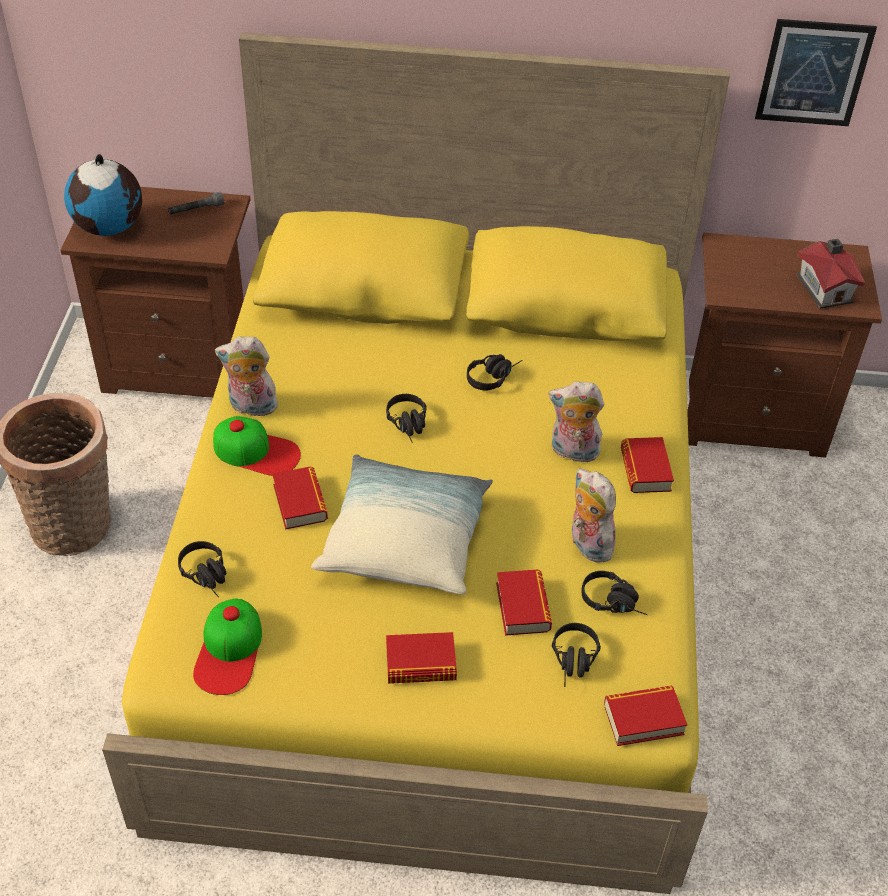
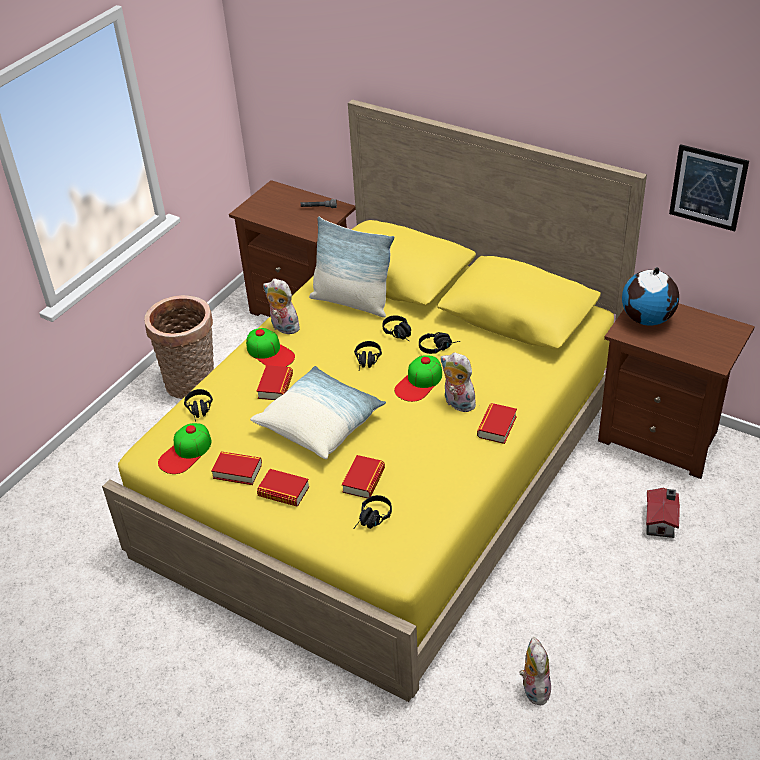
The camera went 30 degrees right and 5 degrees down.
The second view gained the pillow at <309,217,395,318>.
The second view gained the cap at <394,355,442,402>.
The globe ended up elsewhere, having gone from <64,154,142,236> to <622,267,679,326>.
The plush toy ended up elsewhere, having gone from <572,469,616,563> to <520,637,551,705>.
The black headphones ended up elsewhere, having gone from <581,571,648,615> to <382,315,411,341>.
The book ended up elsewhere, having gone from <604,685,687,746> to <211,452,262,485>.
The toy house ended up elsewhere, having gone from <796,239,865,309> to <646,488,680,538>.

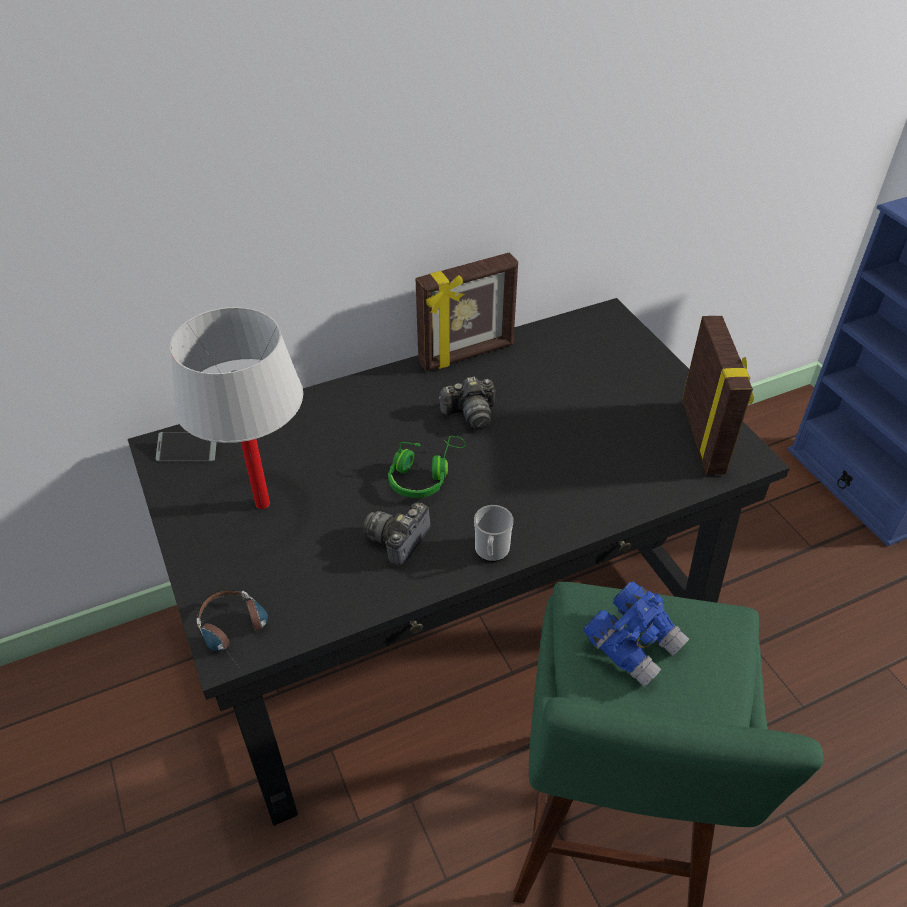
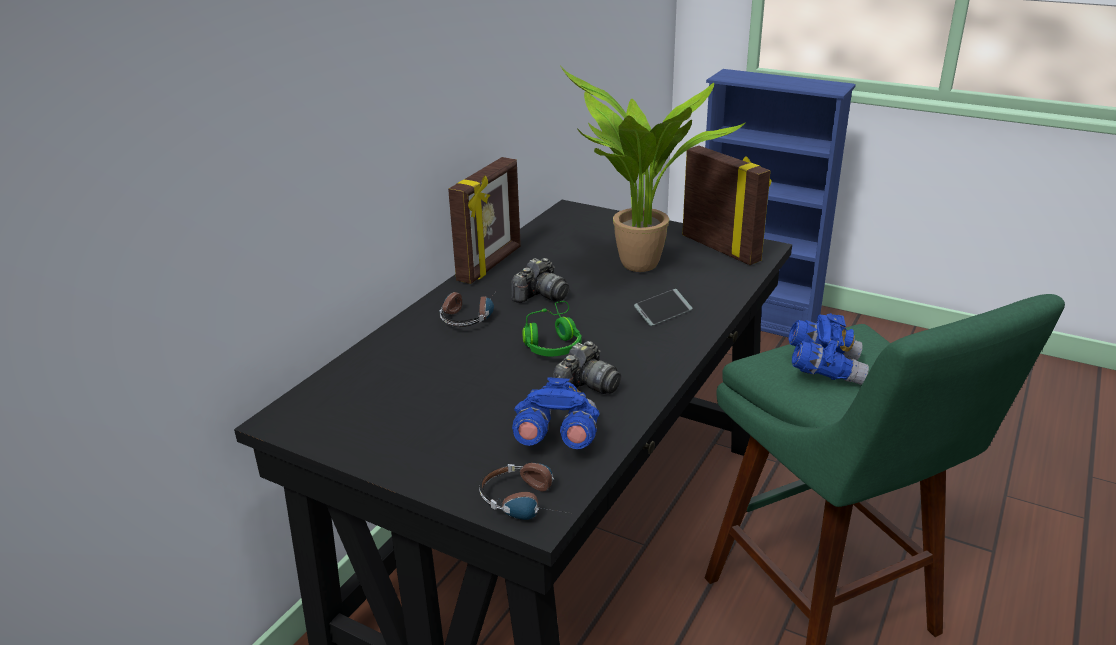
The camera went 35 degrees left and 15 degrees down.
The second view lost the white table lamp at <170,307,303,509>.
The second view lost the mug at <474,505,513,562>.
The second view gained the headphones at <440,292,494,327>.
The second view gained the blue binoculars at <512,377,599,449>.
The second view gained the potted plant at <560,65,746,272>.
The phone ended up elsewhere, having gone from <156,432,217,461> to <634,289,693,326>.
The photo camera at <363,502,430,567> ended up facing another way, 135 degrees counterclockwise from before.

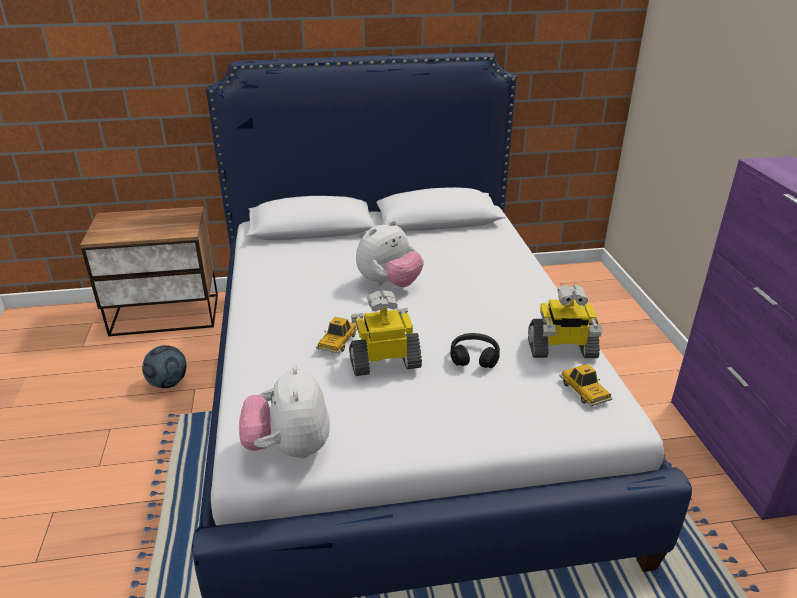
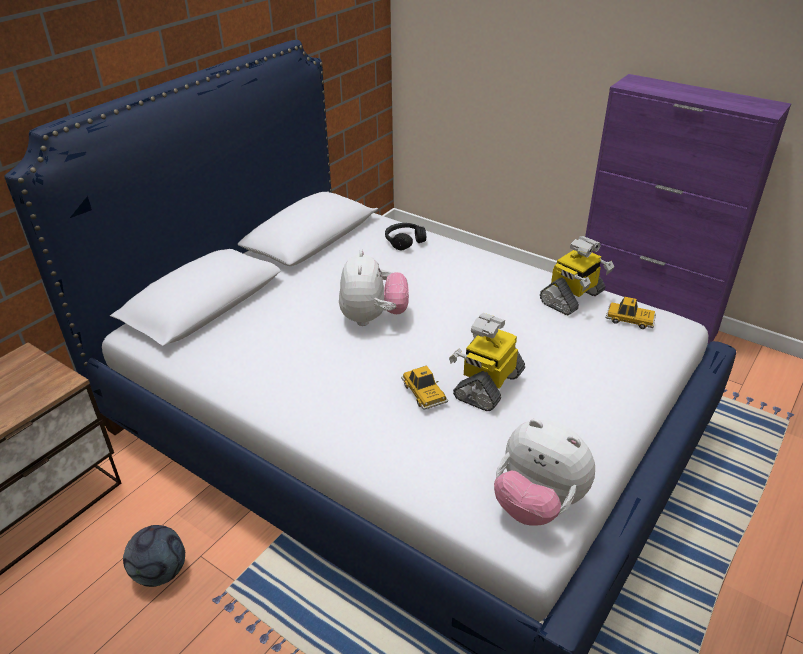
The camera went 45 degrees left and 5 degrees up.
The black headphones ended up elsewhere, having gone from <450,333,500,368> to <385,223,426,250>.

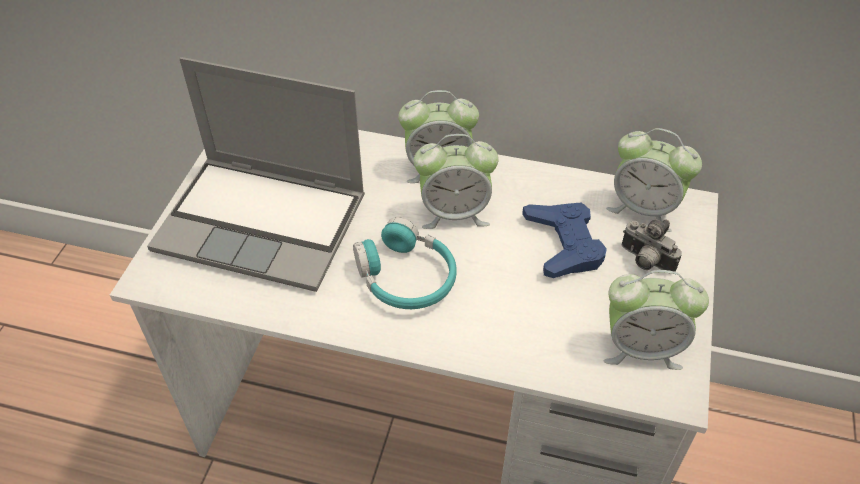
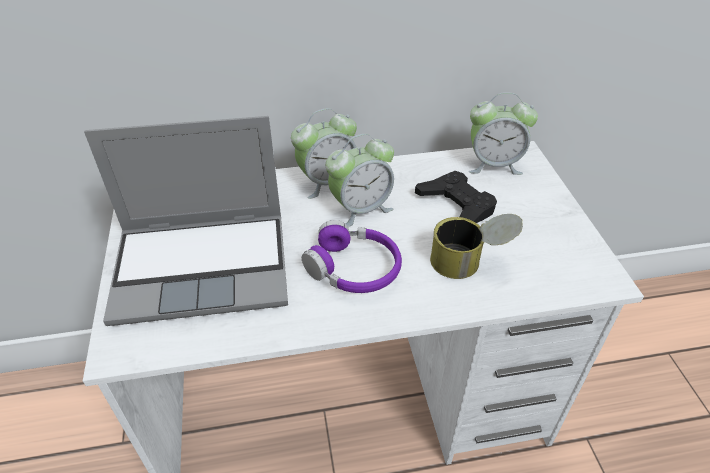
The camera went 25 degrees left and 5 degrees down.
The second view lost the alarm clock at <604,270,709,370>.
The second view lost the photo camera at <622,219,682,274>.
The second view gained the can at <430,214,523,279>.
What was the turquoise headphones at <353,217,456,309> turned into the purple headphones at <302,220,402,293>.
What was the blue game controller at <522,203,607,278> turned into the black game controller at <415,171,497,223>.

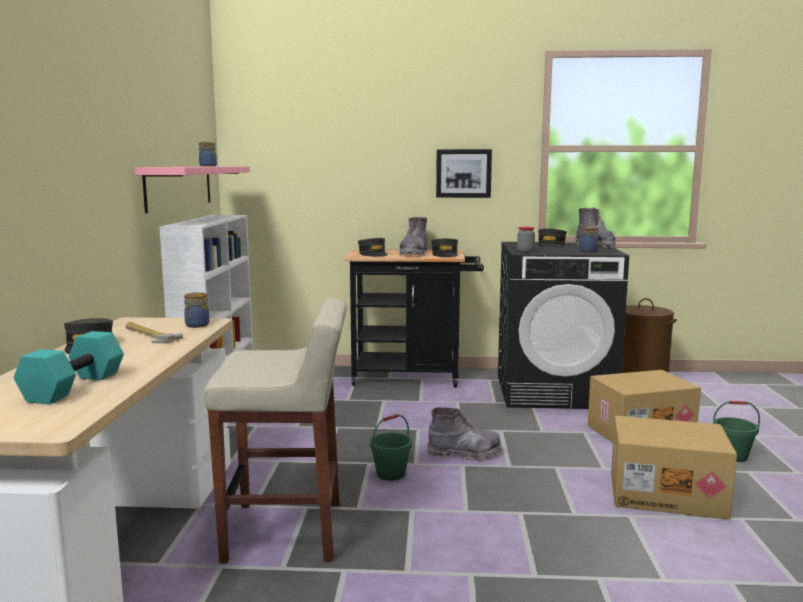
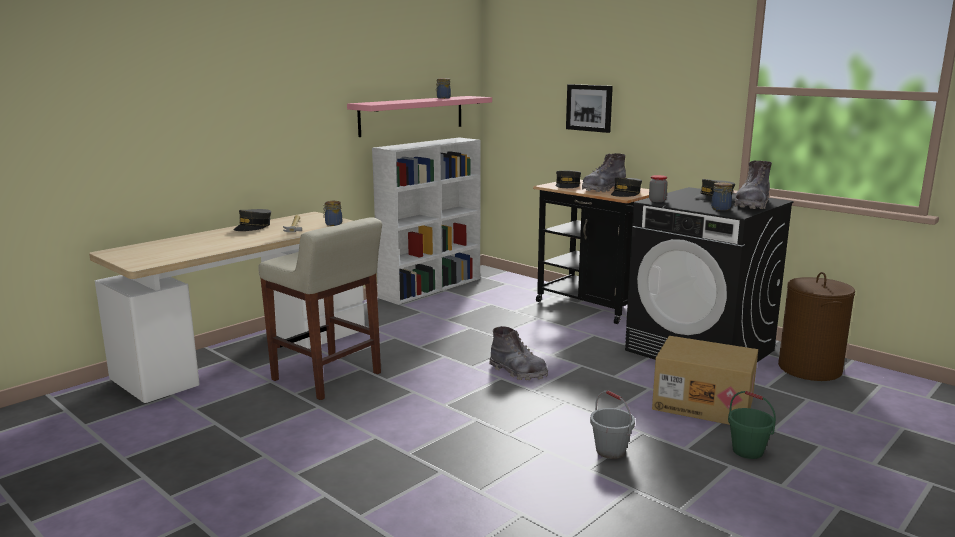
The camera went 40 degrees right and 5 degrees up.
The second view lost the turquoise dumbbell at <14,331,124,404>.
The second view lost the green bucket at <370,414,412,481>.
The picture ended up elsewhere, having gone from <436,149,492,198> to <566,84,613,133>.
Where the cardboard box stood at <611,416,737,520>, the grey bucket came to stand at <590,390,635,459>.

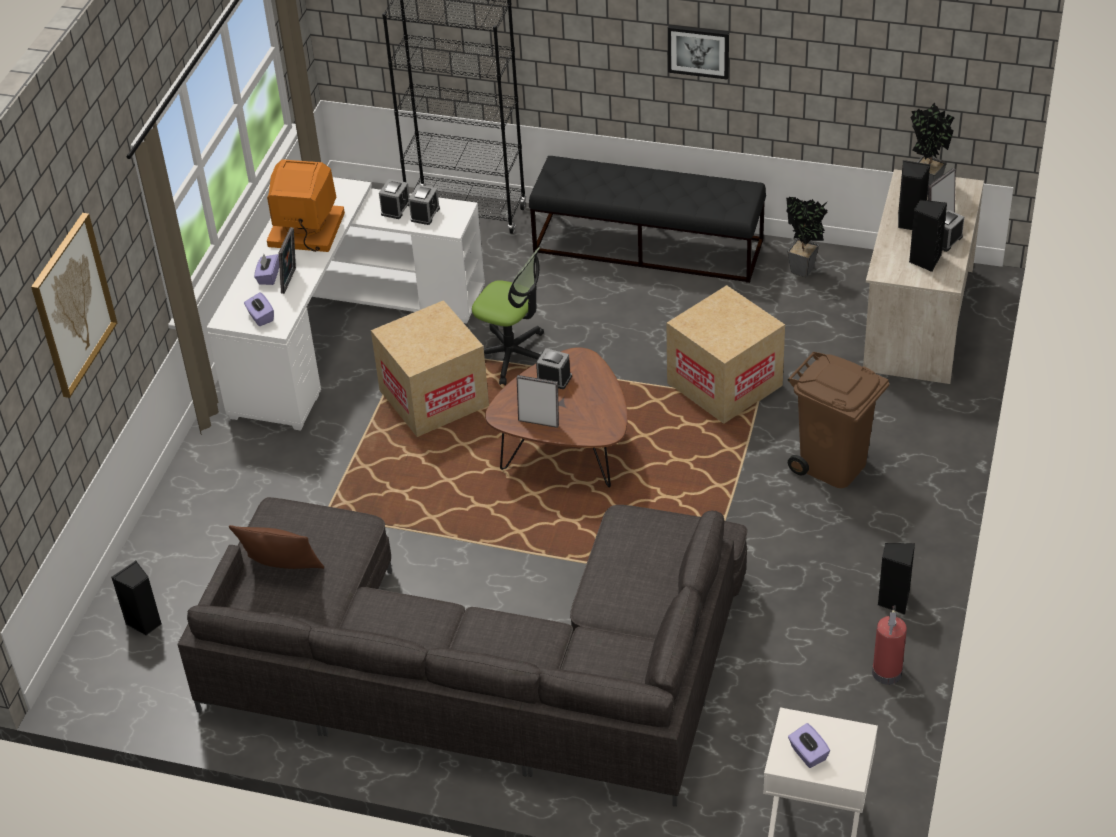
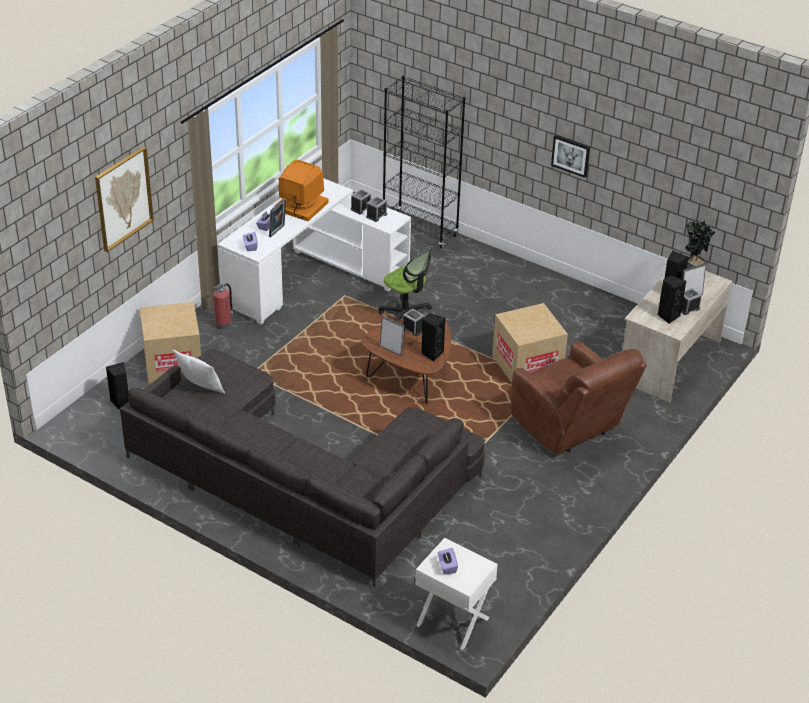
The camera went 15 degrees right and 5 degrees down.
The second view lost the black bench at <529,156,766,283>.
The second view lost the potted plant at <786,197,828,277>.
The cardboard box ended up elsewhere, having gone from <371,300,489,437> to <140,302,201,383>.
The fire extinguisher ended up elsewhere, having gone from <872,605,907,685> to <213,284,234,330>.
The black speaker ended up elsewhere, having gone from <878,543,915,614> to <421,313,445,362>.
Where the brown trash can stood at <788,352,889,488>, the brown armchair came to stand at <511,342,647,454>.
What was the brown pillow at <229,525,324,569> turned into the white pillow at <173,350,225,394>.

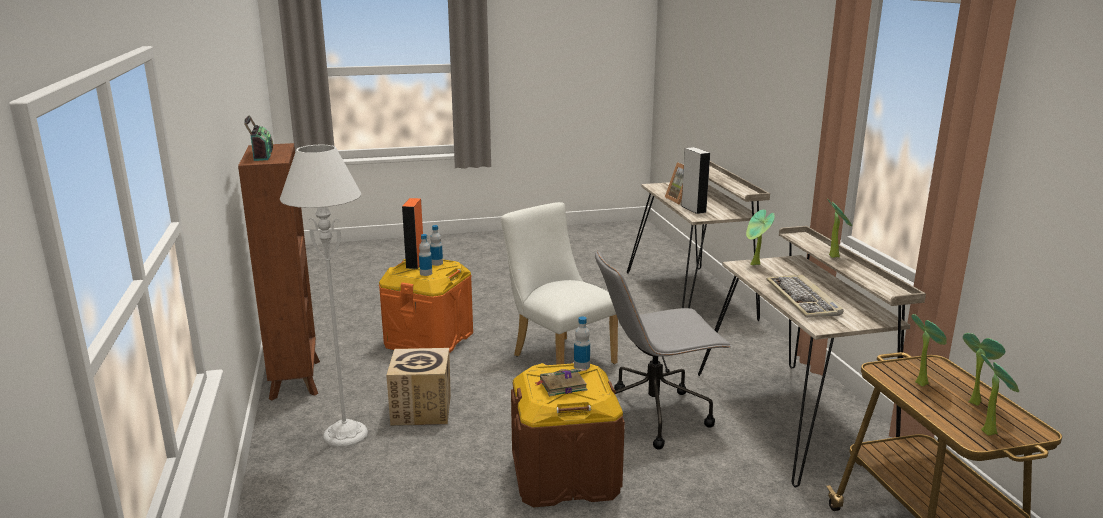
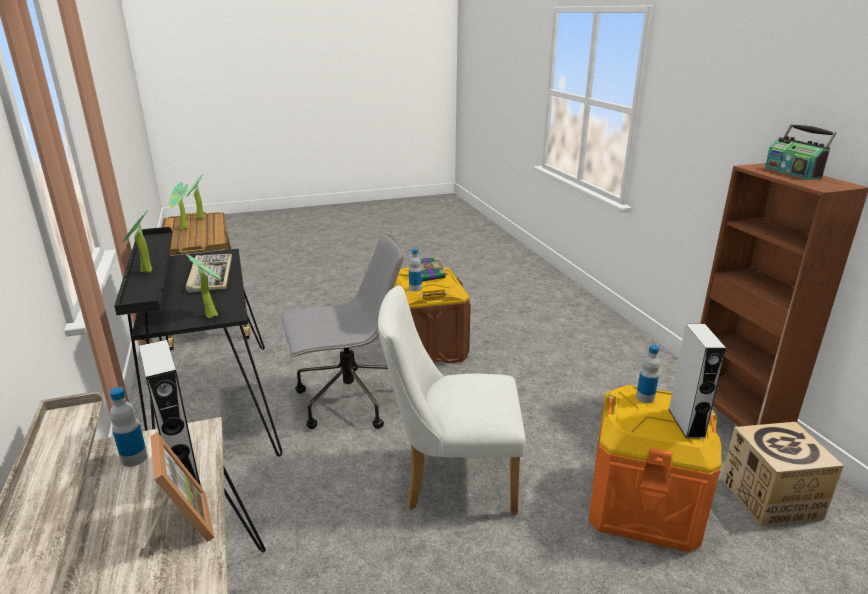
The camera went 175 degrees right and 5 degrees up.
The second view lost the grey floor lamp at <280,145,368,447>.
The second view lost the potted plant at <911,314,947,386>.
The cardboard box ended up elsewhere, having gone from <386,348,451,426> to <721,422,844,526>.
The bottle ended up elsewhere, having gone from <430,225,443,266> to <110,387,148,467>.
What was the orange speaker at <402,198,423,269> turned into the grey speaker at <668,324,726,438>.
What was the beige desk at <698,226,926,488> turned into the black desk at <114,227,282,457>.
The white chair at <501,202,618,365> ended up facing another way, 135 degrees clockwise from before.

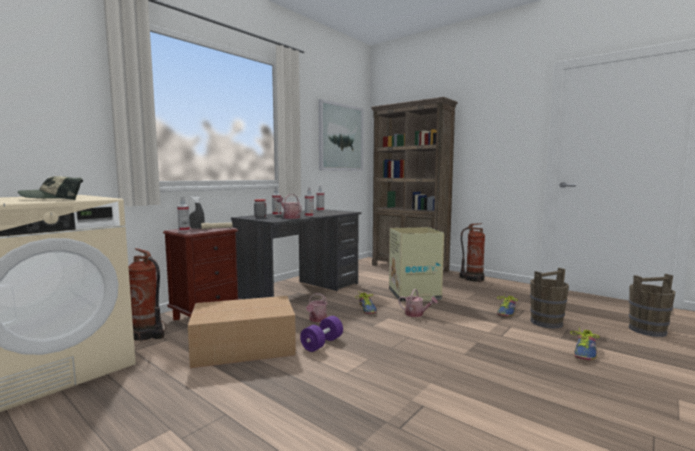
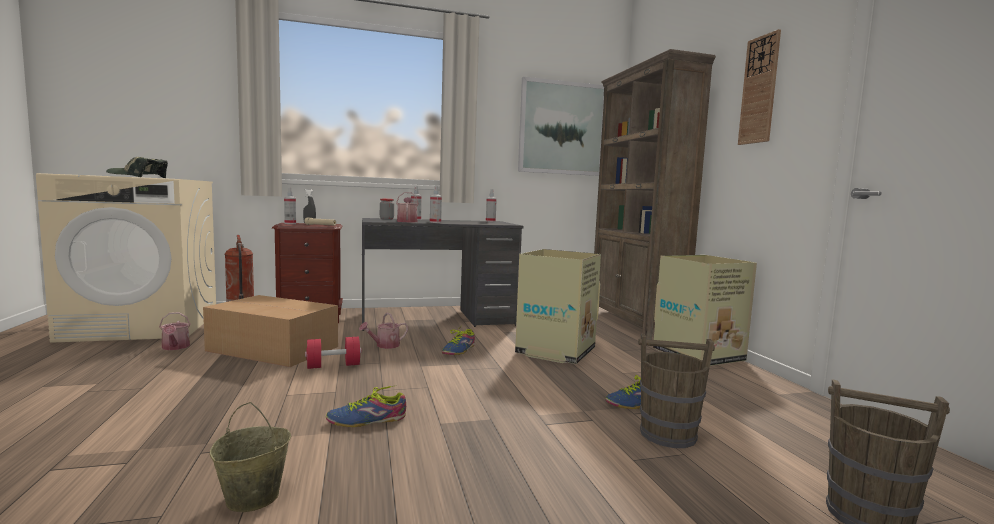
The camera went 35 degrees right and 0 degrees up.
The second view gained the beige bucket at <210,402,291,512>.
The second view gained the wall clock at <738,29,781,145>.
The watering can ended up elsewhere, having gone from <398,289,438,317> to <159,312,191,350>.
The shoe ended up elsewhere, having gone from <571,326,599,360> to <326,385,406,427>.
Where the fire extinguisher stood at <460,223,485,282>, the cardboard box came to stand at <653,255,757,366>.
What was the purple dumbbell at <300,316,343,352> turned into the red dumbbell at <305,337,361,369>.

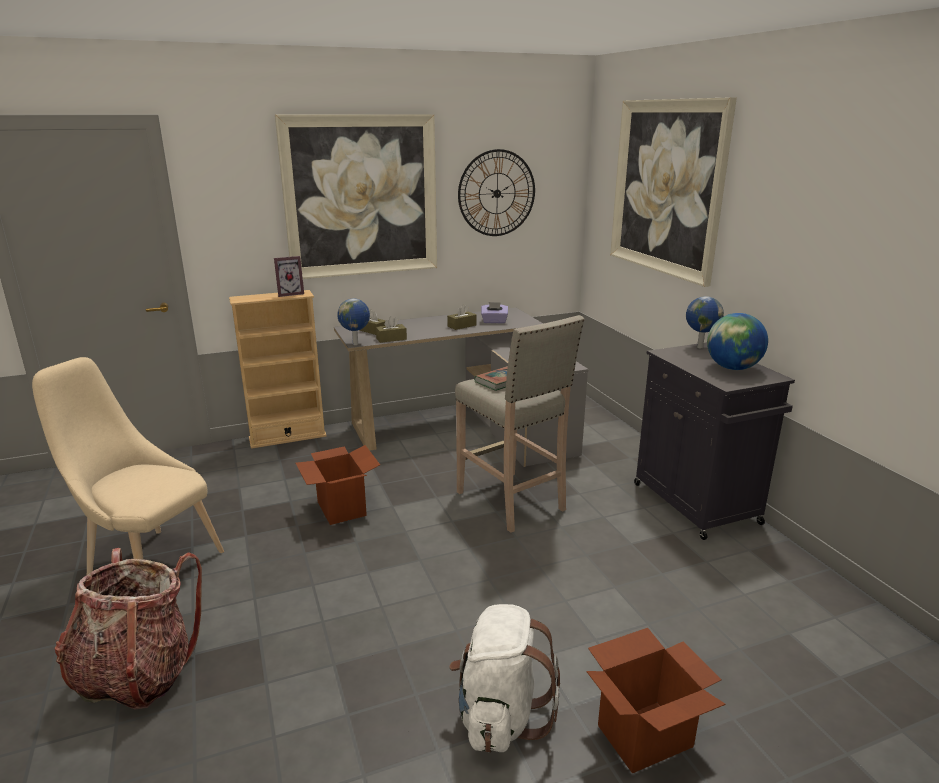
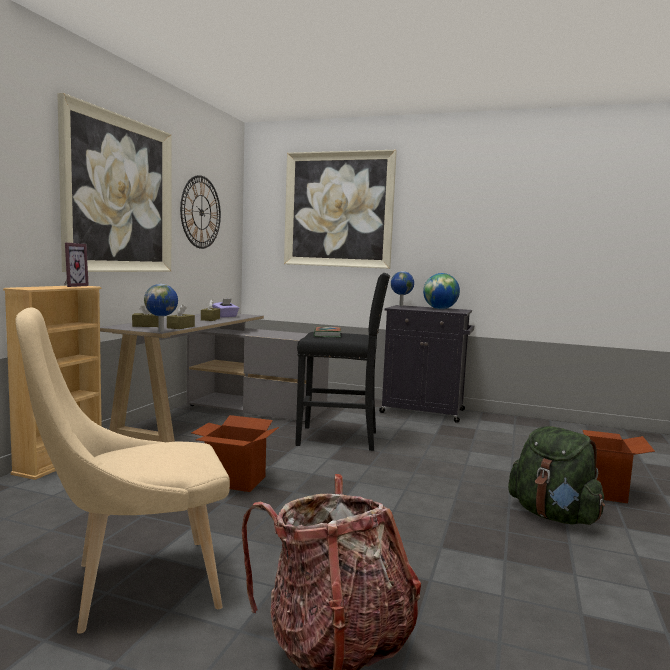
The camera went 50 degrees left and 15 degrees down.
What was the white backpack at <449,604,560,753> turned into the green backpack at <508,426,605,525>.
What was the beige stool at <455,315,585,533> turned into the black stool at <295,273,390,451>.

